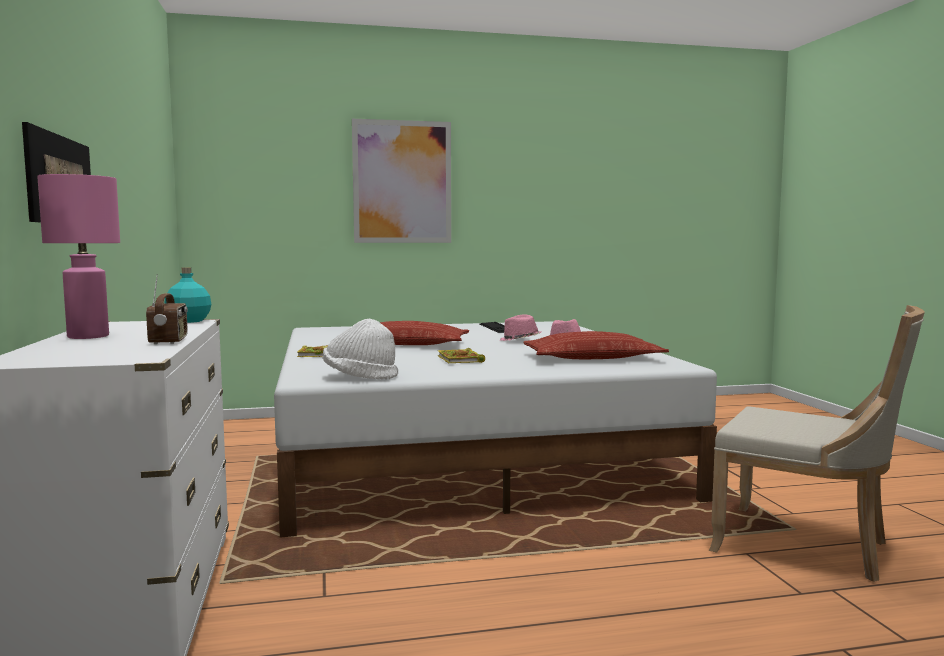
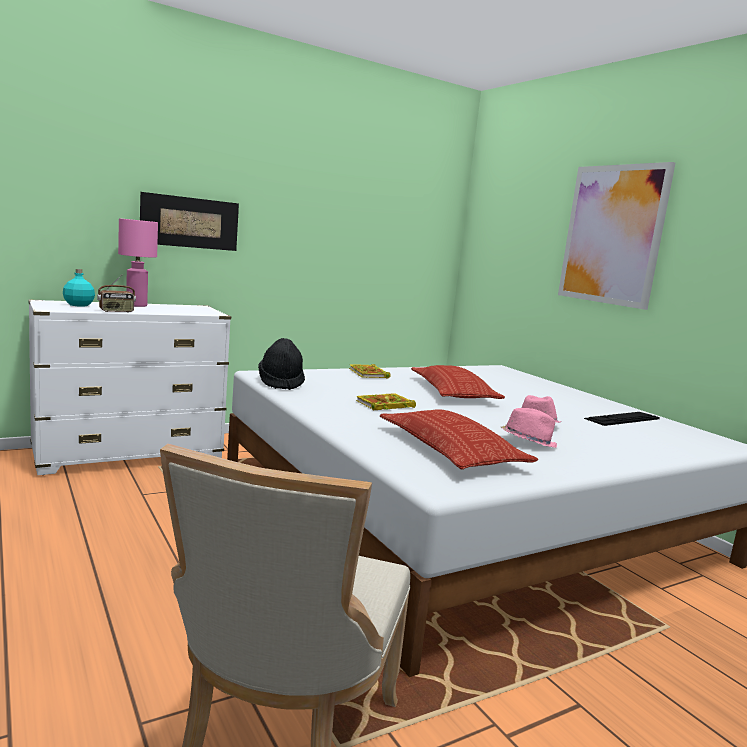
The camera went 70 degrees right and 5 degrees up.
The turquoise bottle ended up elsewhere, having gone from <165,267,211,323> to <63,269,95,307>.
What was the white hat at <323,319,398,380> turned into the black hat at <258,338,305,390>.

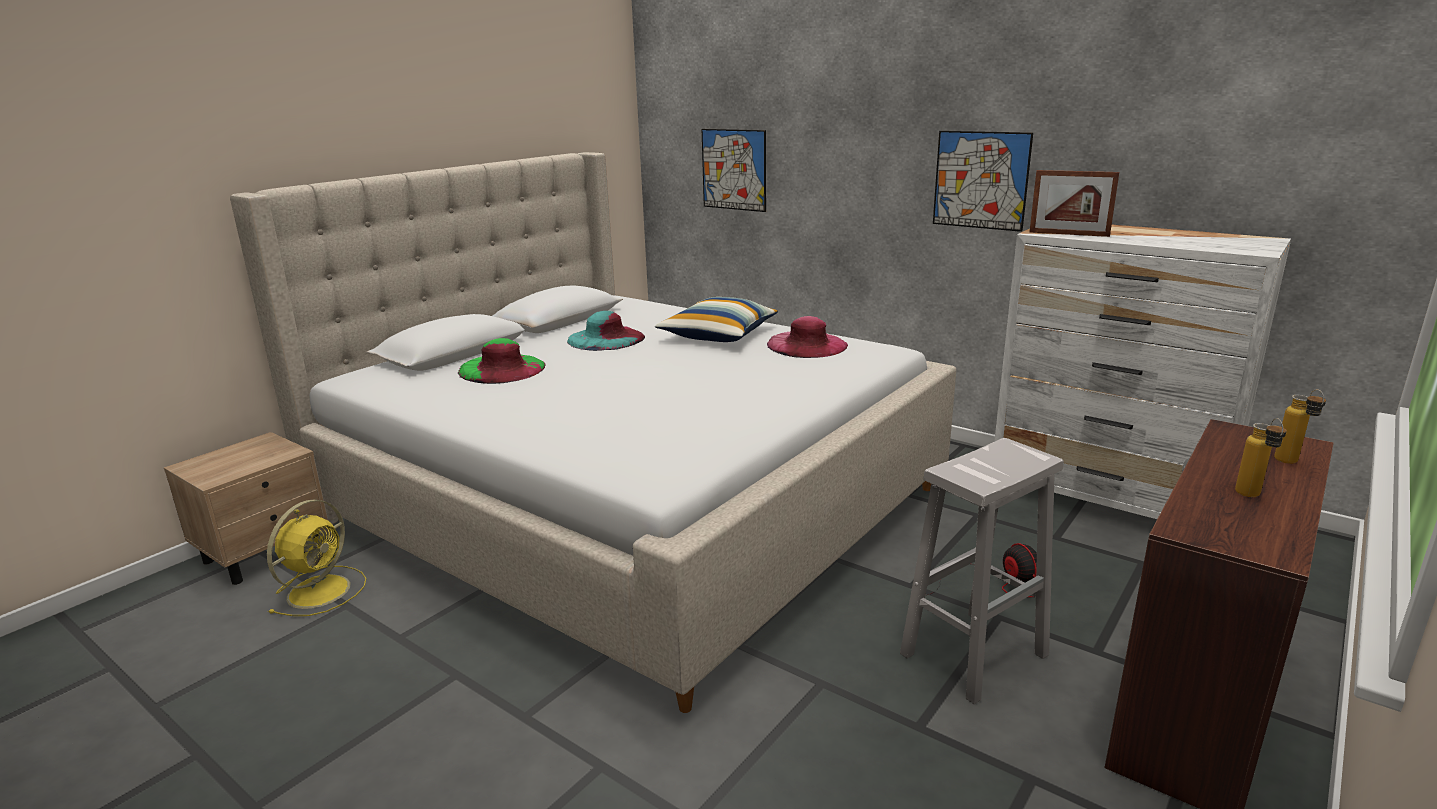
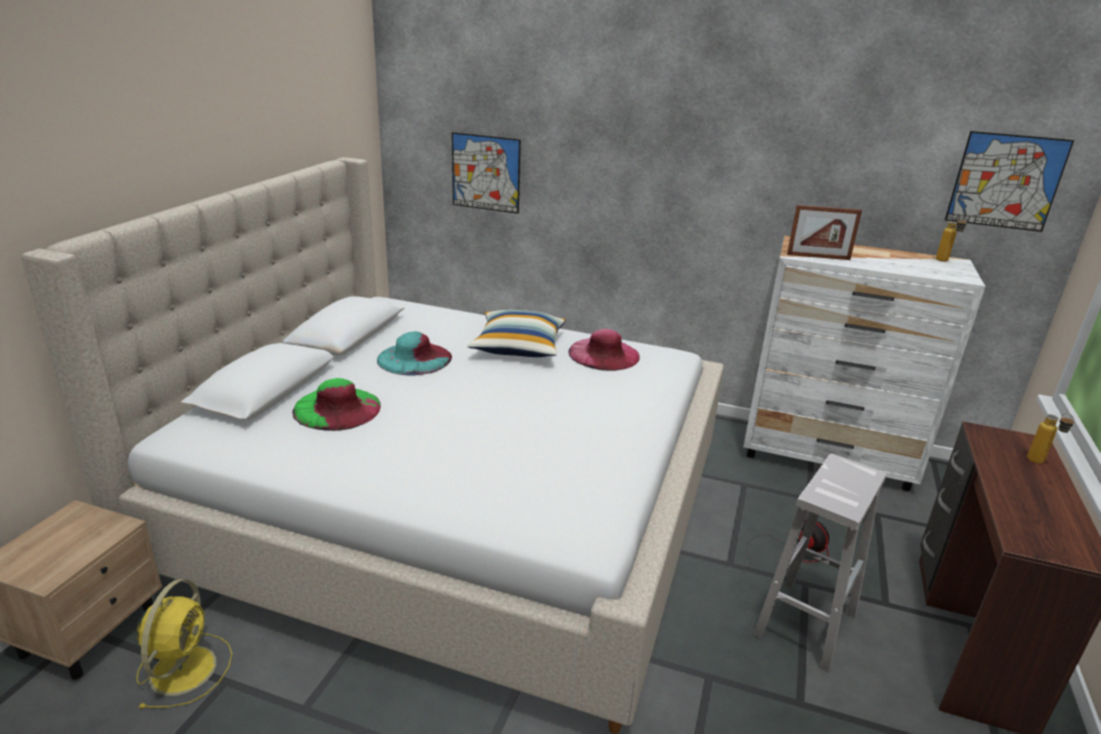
The camera went 20 degrees left and 5 degrees up.
The picture ended up elsewhere, having gone from <933,131,1033,232> to <945,131,1074,232>.
The bottle ended up elsewhere, having gone from <1235,418,1287,497> to <936,216,967,262>.

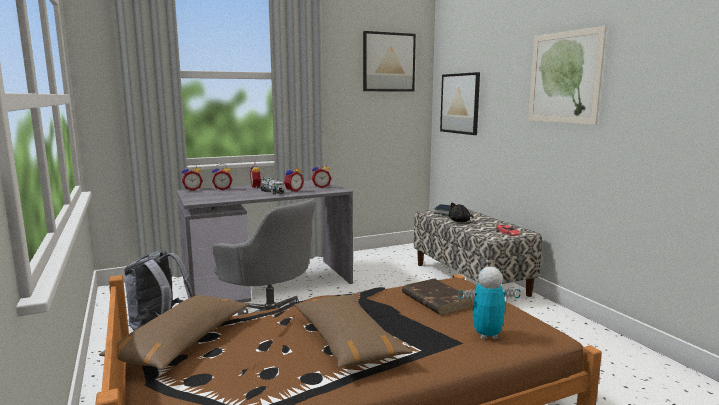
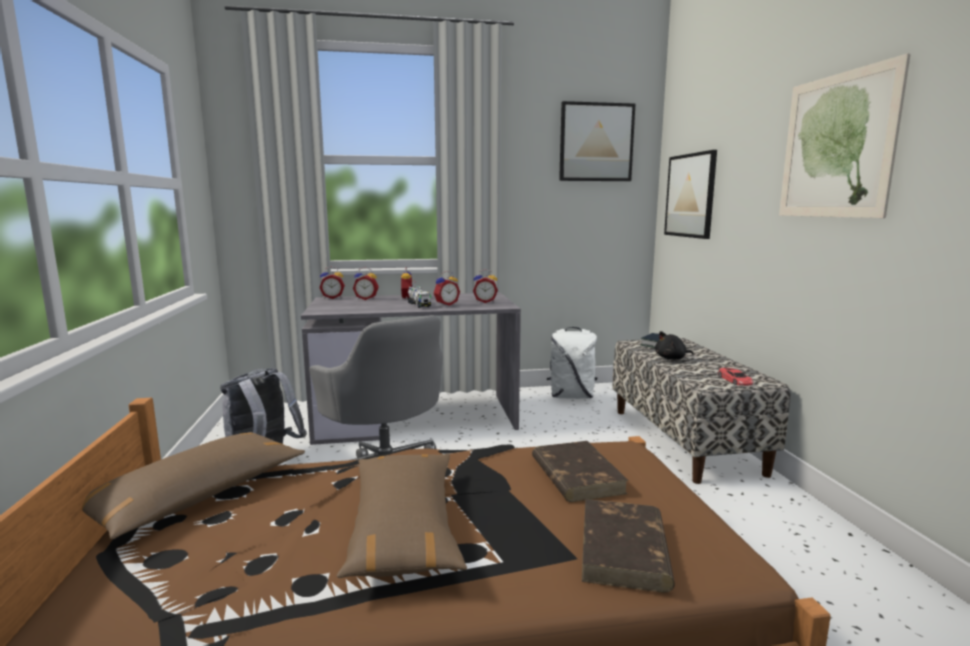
The camera went 15 degrees right and 0 degrees up.
The second view gained the white backpack at <547,327,598,399>.
Where the toy robot stood at <458,267,520,339>, the brown book came to stand at <582,499,675,593>.

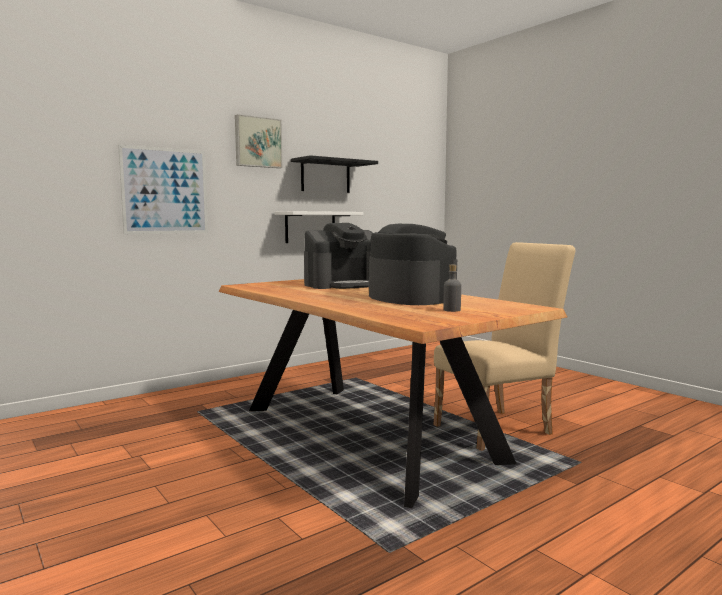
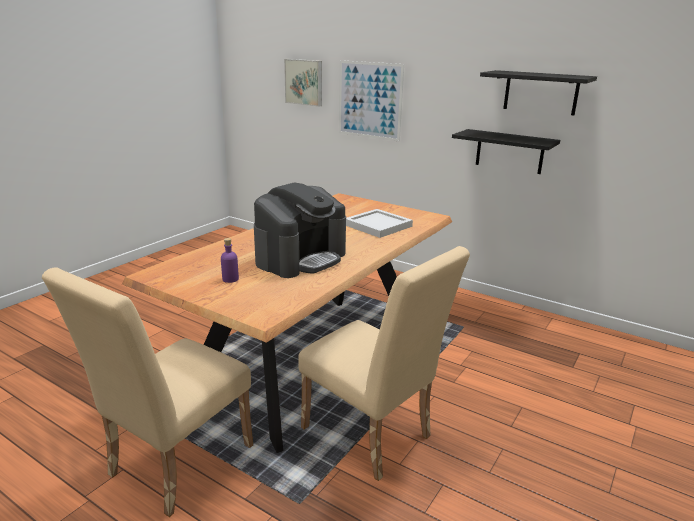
The camera went 70 degrees right and 15 degrees up.
The second view gained the beige chair at <42,267,253,517>.
The picture ended up elsewhere, having gone from <235,114,282,168> to <284,59,322,107>.
Where the coffee machine stood at <304,223,372,289>, the white tray came to stand at <346,209,413,238>.
What was the white shelf at <275,211,363,243> turned into the black shelf at <452,129,560,174>.
What was the grey bottle at <444,265,461,312> turned into the purple bottle at <221,238,239,283>.

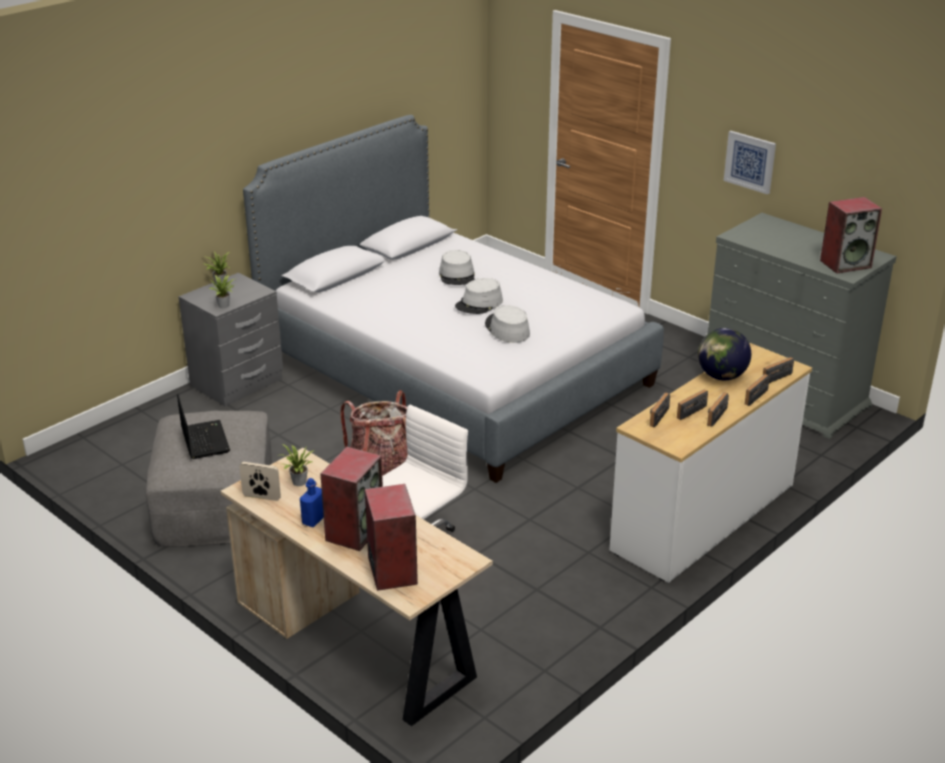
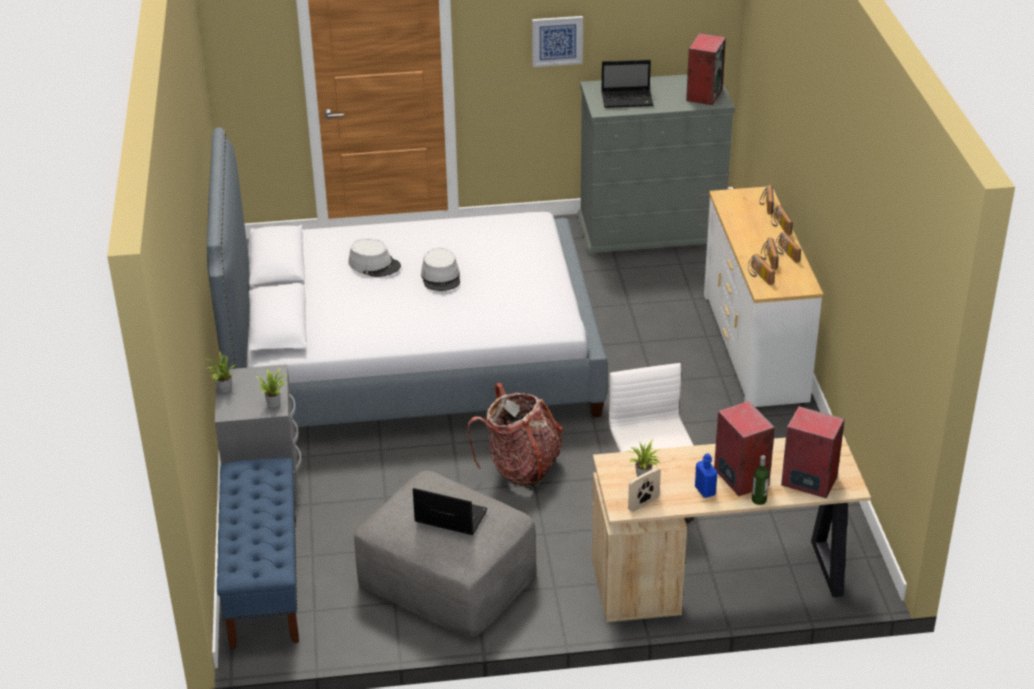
The camera went 50 degrees left and 5 degrees up.
The second view lost the grey hat at <485,305,530,343>.
The second view lost the globe at <698,328,751,380>.
The second view gained the blue bench at <217,457,299,649>.
The second view gained the laptop at <601,60,653,108>.
The second view gained the bottle at <752,455,769,505>.

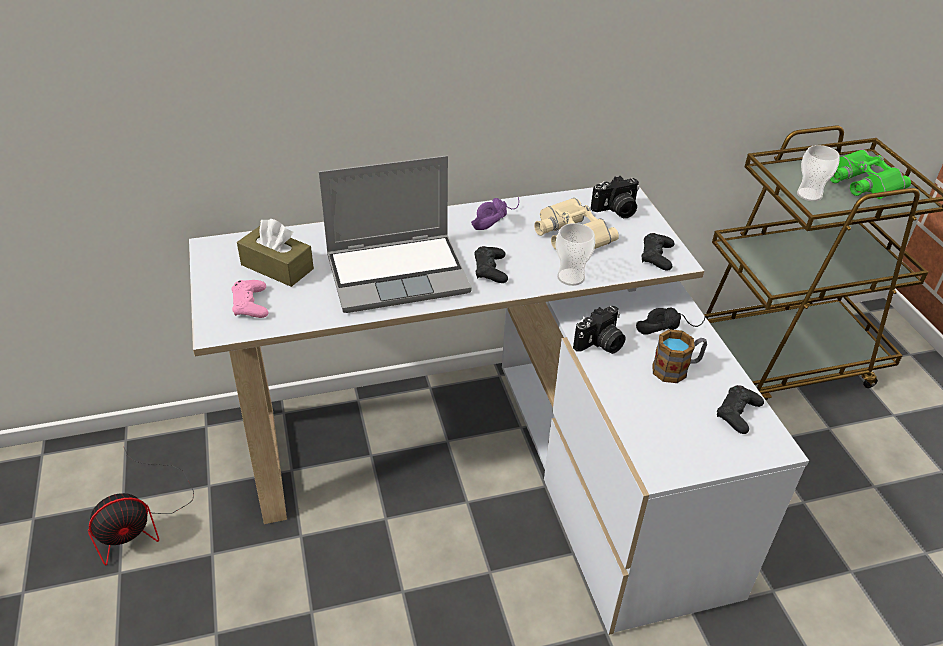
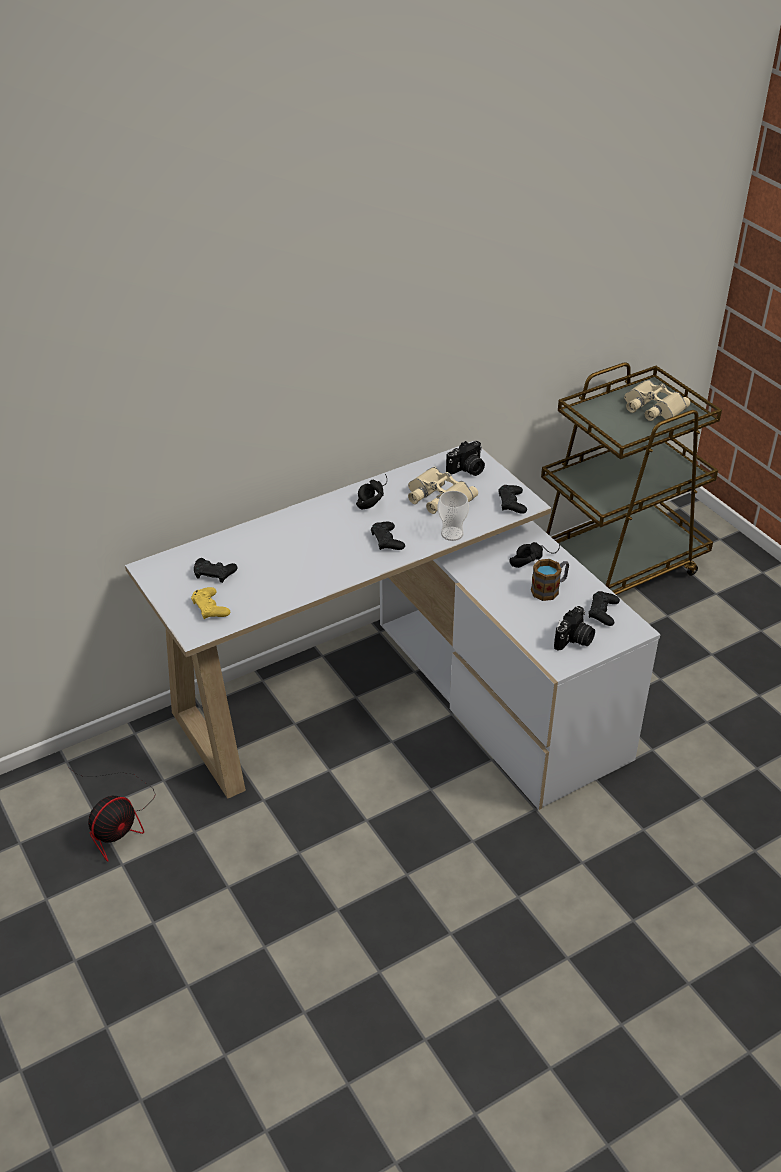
The camera went 15 degrees left and 0 degrees up.
The second view lost the laptop at <319,155,472,313>.
The second view lost the cup at <797,145,840,201>.
The photo camera ended up elsewhere, having gone from <573,306,626,354> to <554,606,595,651>.
Where the brown tissue box stood at <237,218,314,287>, the black game controller came to stand at <194,558,237,583>.
What was the pink game controller at <232,280,268,318> turned into the yellow game controller at <191,587,230,619>.
What was the purple headphones at <471,197,519,230> turned into the black headphones at <356,474,387,509>.
What was the green binoculars at <830,149,911,199> turned into the beige binoculars at <624,380,690,421>.

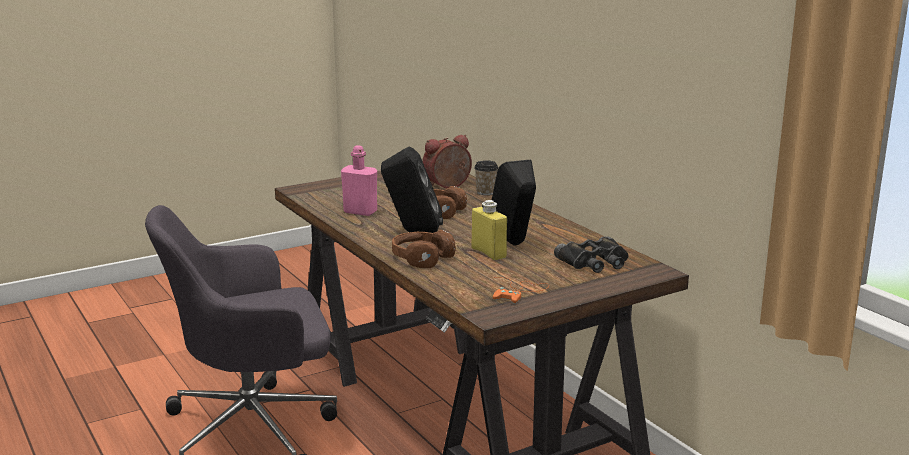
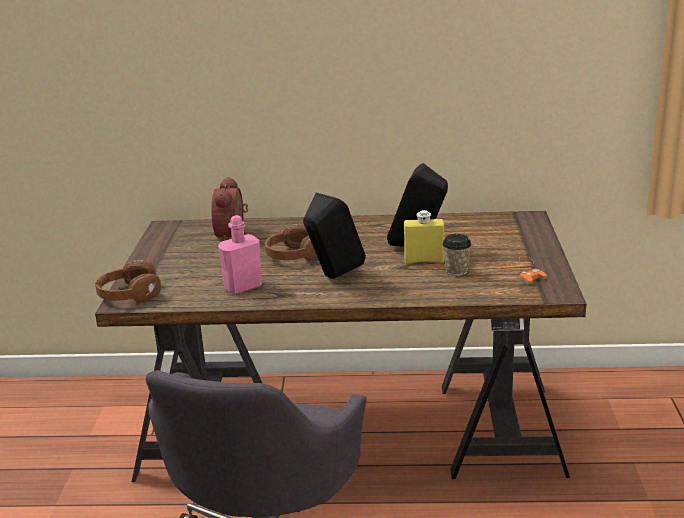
The camera went 55 degrees left and 5 degrees up.
The second view lost the black binoculars at <554,237,629,273>.
The brown headphones ended up elsewhere, having gone from <392,230,456,268> to <95,261,161,303>.
The cup ended up elsewhere, having gone from <474,160,498,195> to <442,234,471,276>.

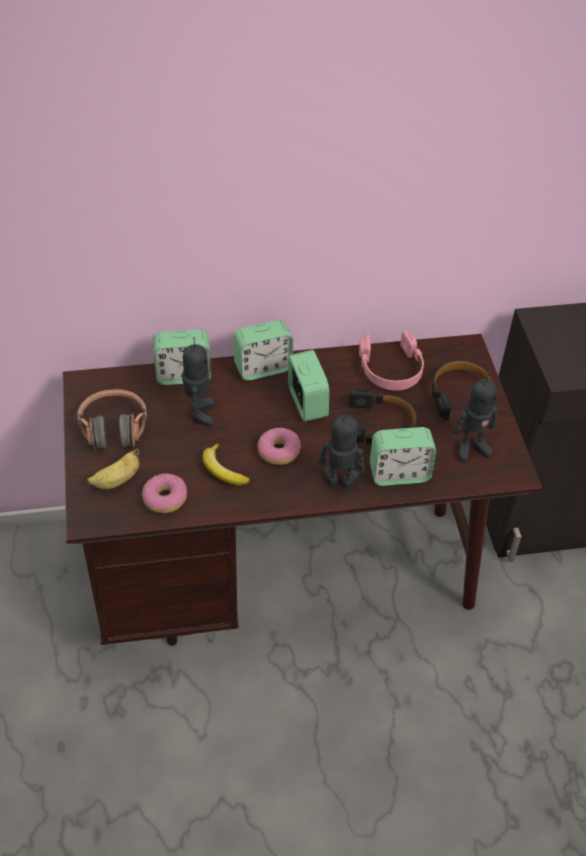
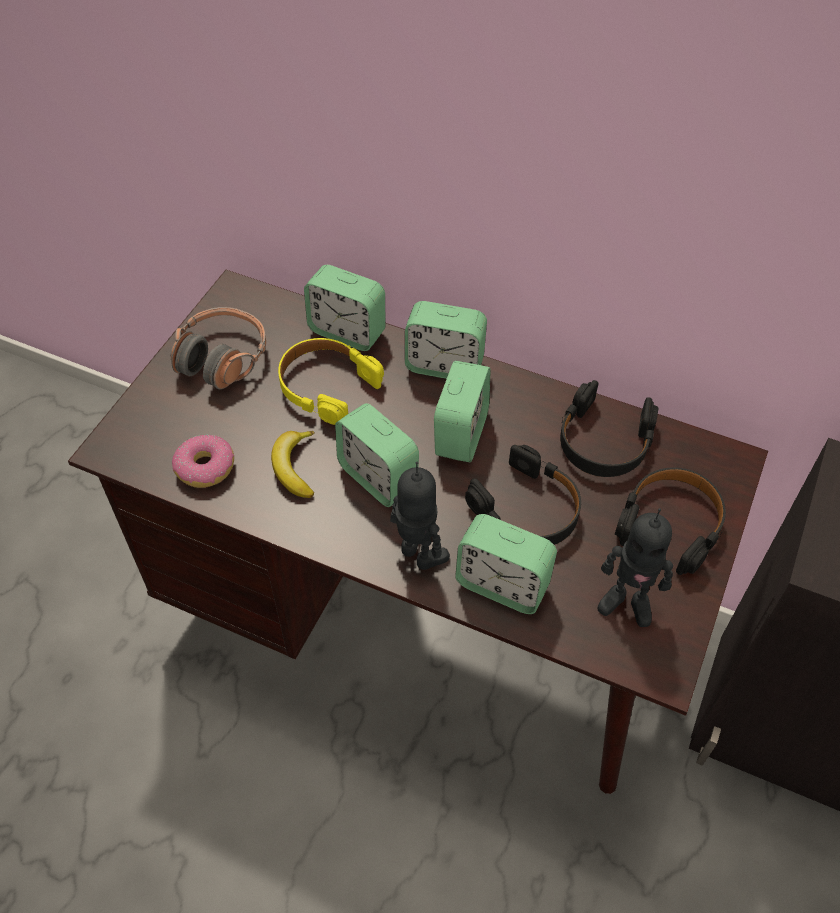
The camera went 35 degrees right and 5 degrees up.
The second view lost the banana at <87,448,140,489>.
Where the toy robot stood at <182,337,215,427>, the yellow headphones came to stand at <278,338,384,425>.
Where the donut stood at <257,428,301,465>, the alarm clock came to stand at <335,403,419,507>.
What was the pink headphones at <359,330,424,391> turned into the black headphones at <560,380,658,477>.

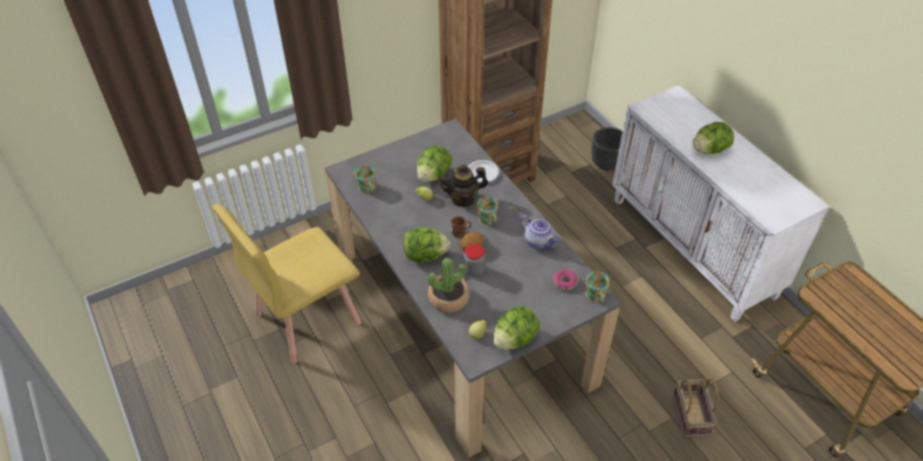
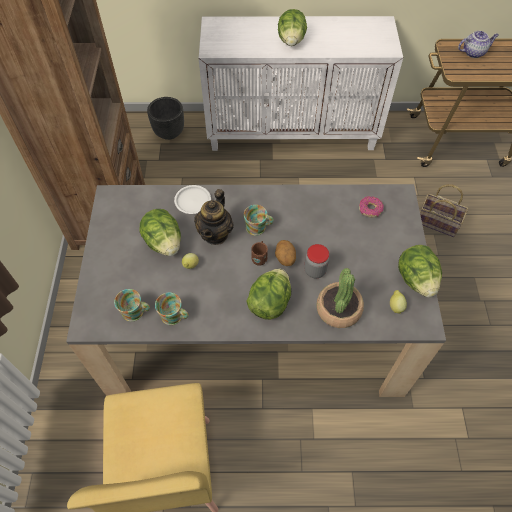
The camera went 60 degrees left and 10 degrees up.
The teapot ended up elsewhere, having gone from <521,216,559,249> to <458,31,499,58>.
The mug ended up elsewhere, having gone from <586,271,609,303> to <155,292,189,325>.

